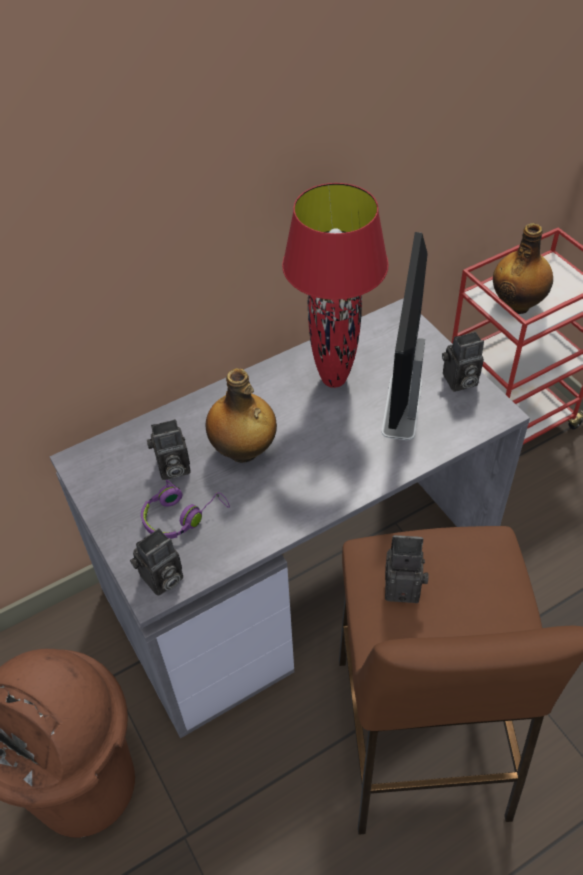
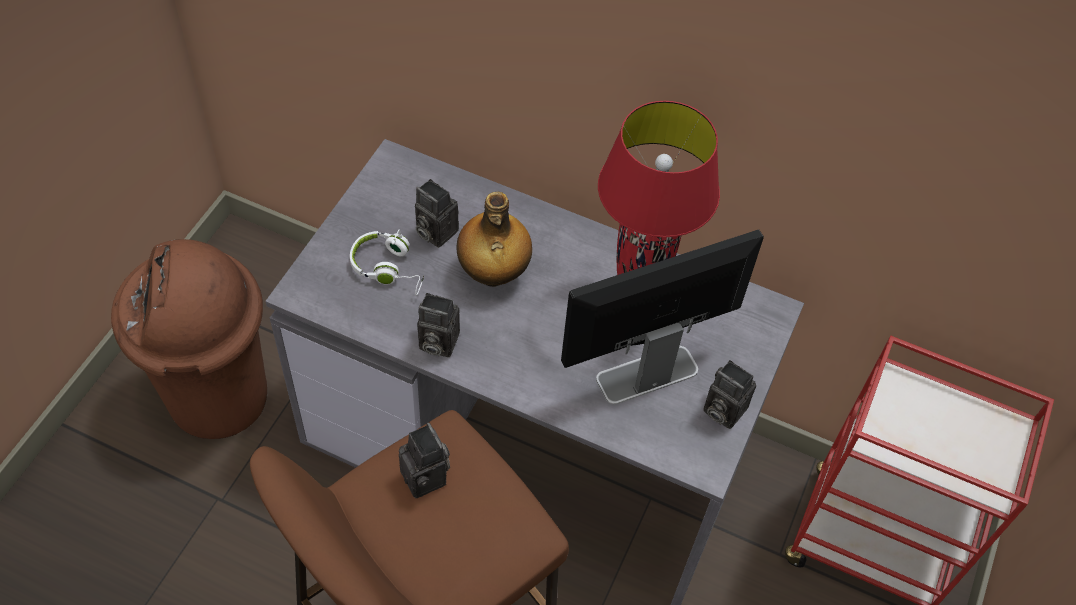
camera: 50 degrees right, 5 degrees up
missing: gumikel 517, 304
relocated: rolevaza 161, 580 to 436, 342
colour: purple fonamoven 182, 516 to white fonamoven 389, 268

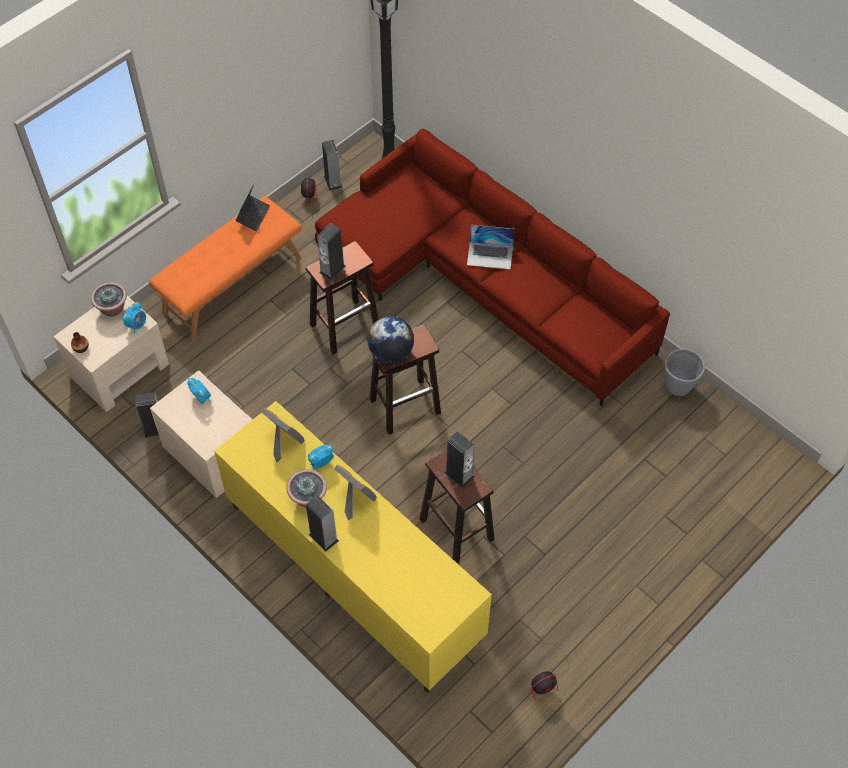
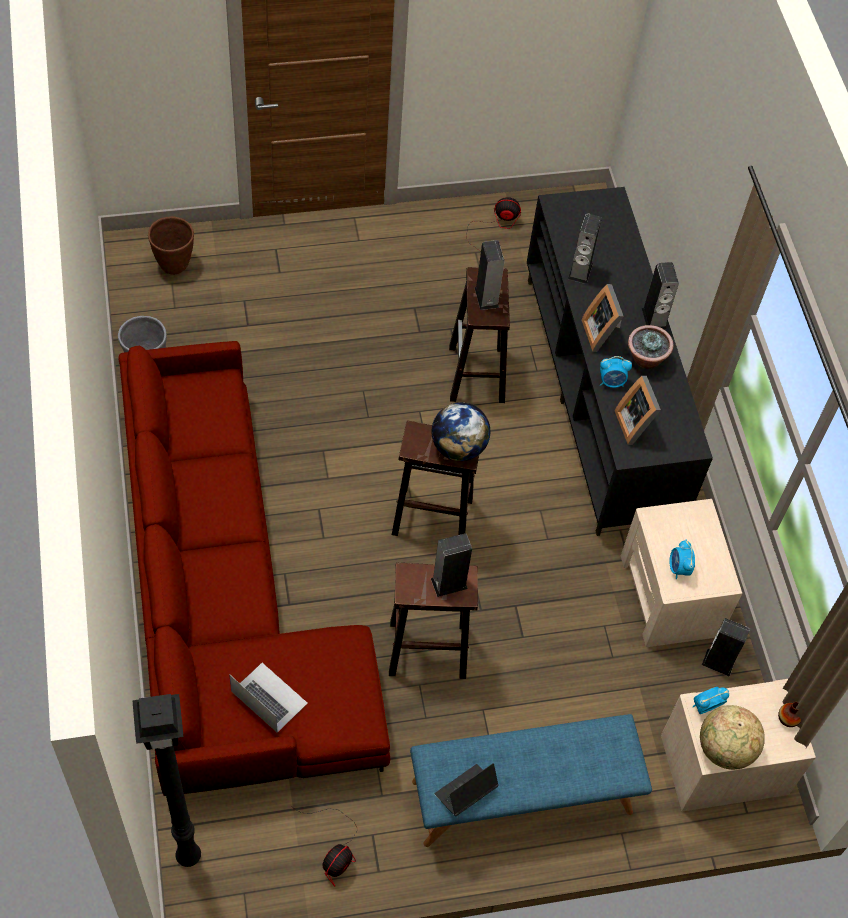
camera: 150 degrees left, 0 degrees up
appeared: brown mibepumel 174, 264
relocated: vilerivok 490, 255 to 269, 697; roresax 333, 182 to 580, 271
exchanged: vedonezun 112, 308 to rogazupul 725, 749
colour: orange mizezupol 232, 284 to blue mizezupol 522, 797; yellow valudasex 353, 571 to black valudasex 600, 397

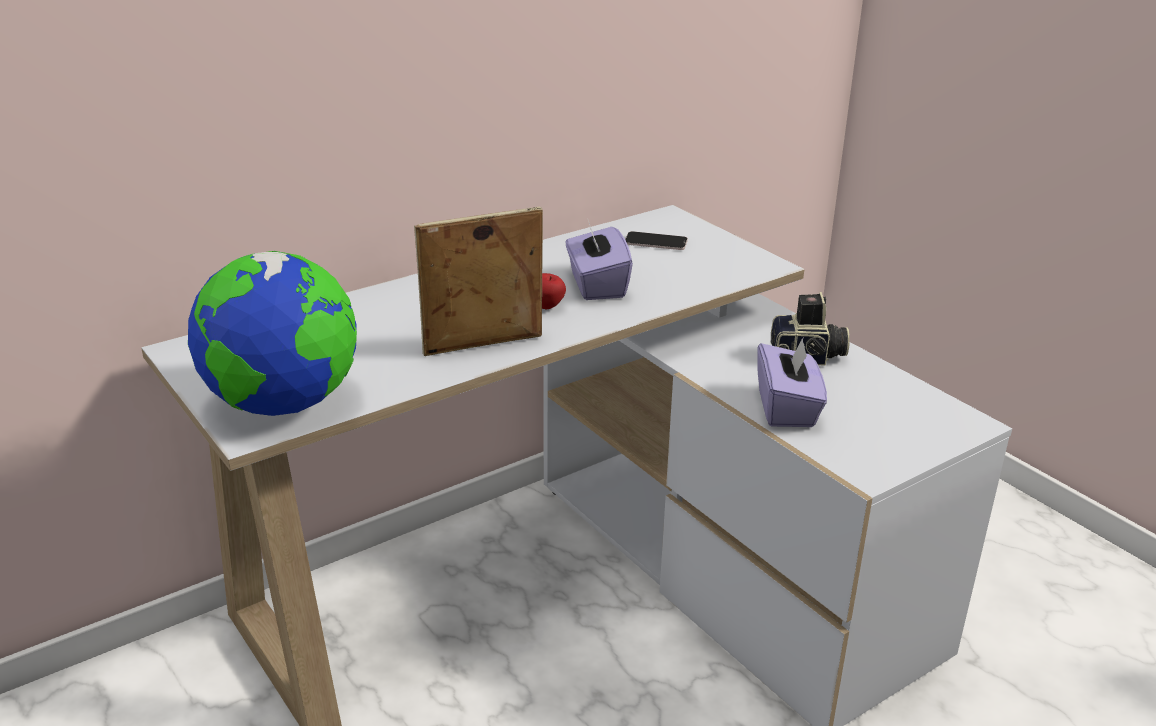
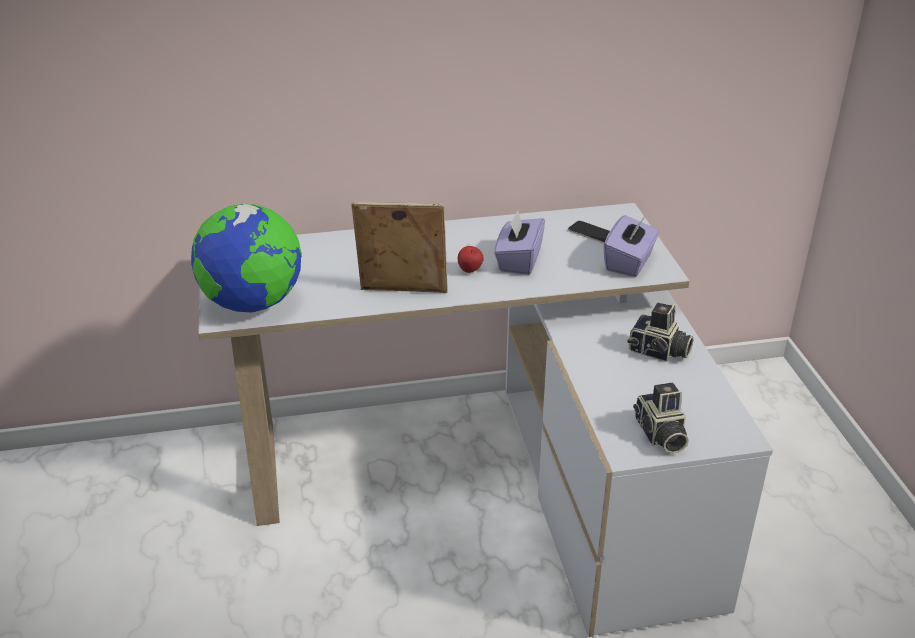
camera: 25 degrees right, 5 degrees up
appeared: rolevaza 659, 435
relocated: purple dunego 787, 408 to 629, 262

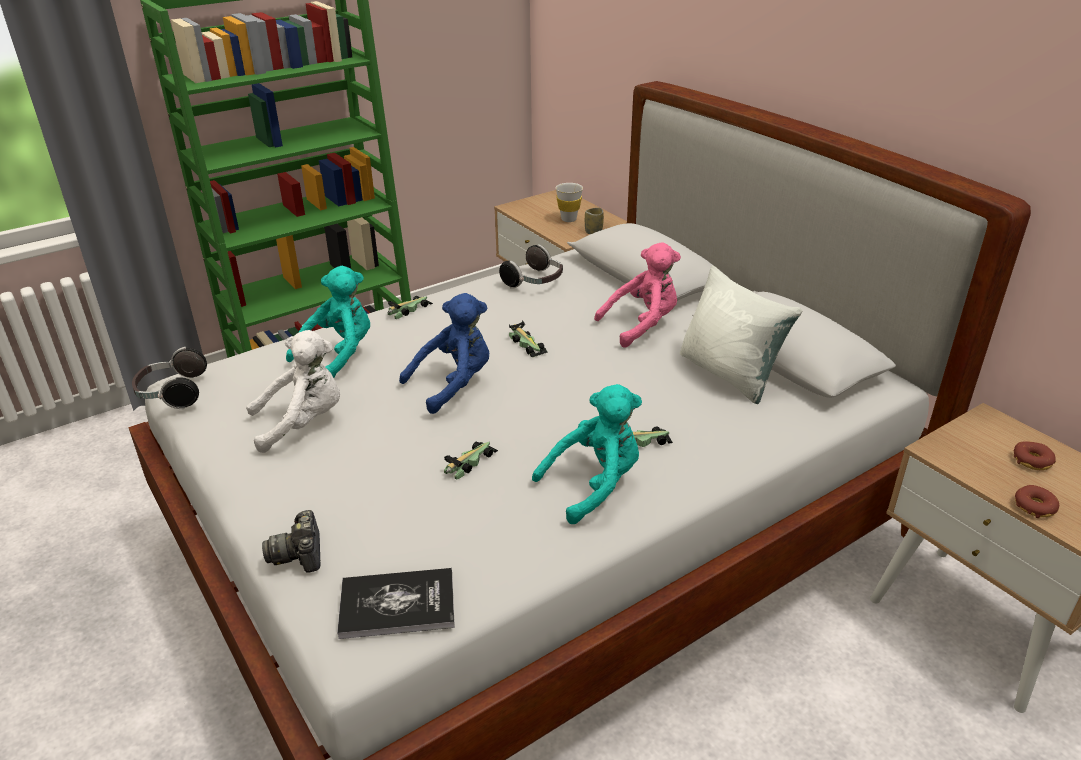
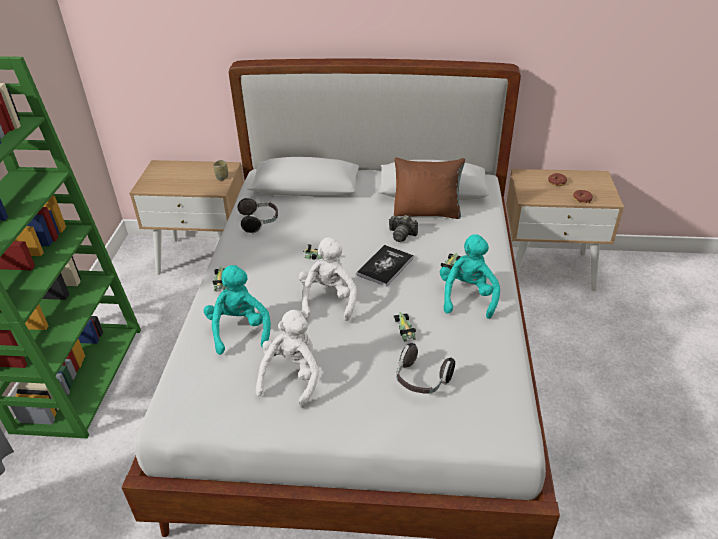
camera: 50 degrees left, 5 degrees up
missing: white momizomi 568, 219; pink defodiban 642, 325
relocated: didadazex 397, 604 to 385, 266; rolevaza 299, 554 to 402, 235; fonamoven 172, 393 to 421, 380
colour: blue defodiban 454, 384 to white defodiban 328, 300; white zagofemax 729, 374 to brown zagofemax 427, 212

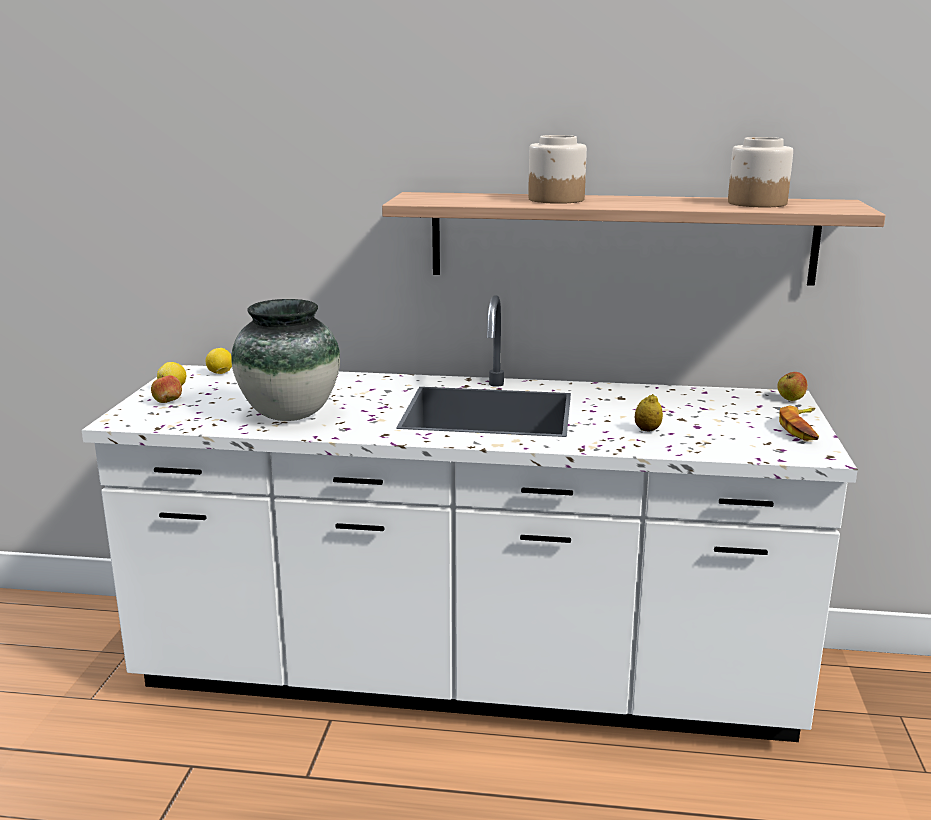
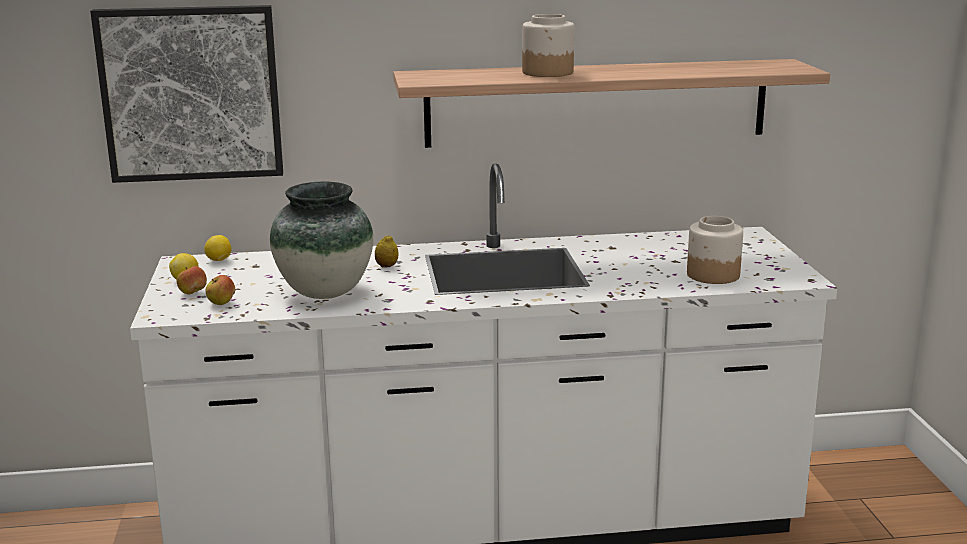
camera: 15 degrees left, 0 degrees up
missing: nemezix 802, 429
appeared: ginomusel 191, 93
relocated: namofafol 791, 399 to 221, 303; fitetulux 647, 430 to 387, 266; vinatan 756, 203 to 712, 275

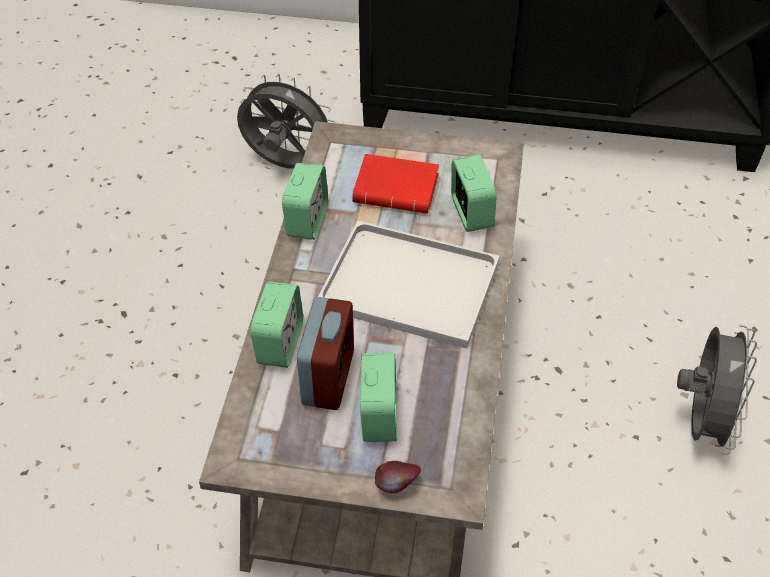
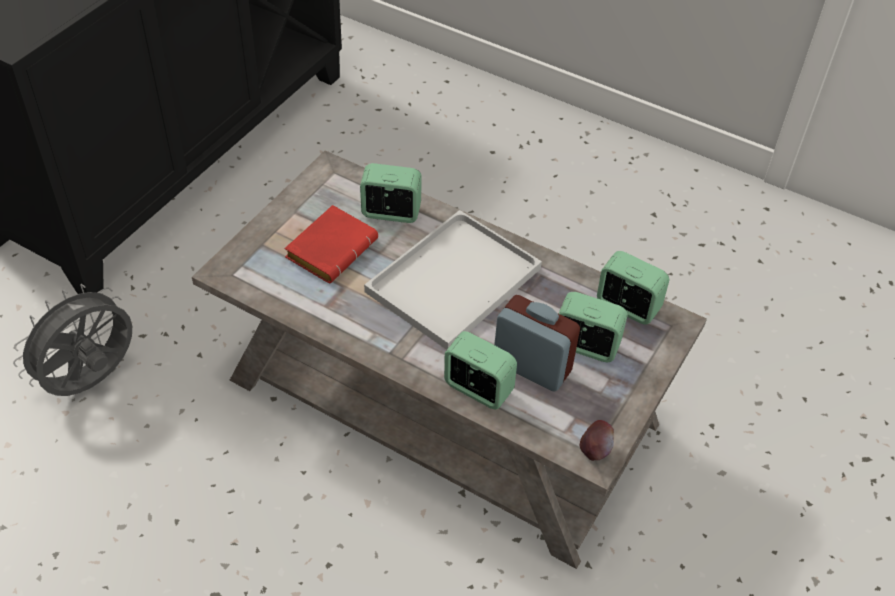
camera: 70 degrees left, 0 degrees up
missing: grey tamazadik 701, 422
relocated: namofafol 396, 485 to 594, 450; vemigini 307, 221 to 627, 306

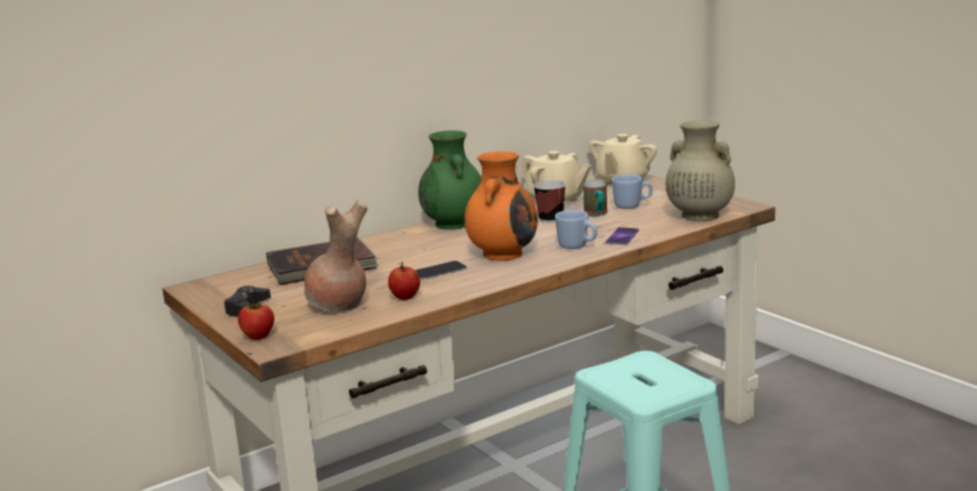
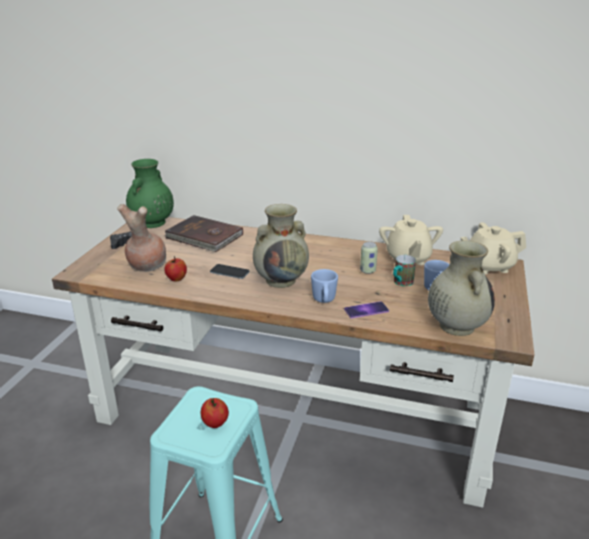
camera: 50 degrees right, 10 degrees up
relocated: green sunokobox 454, 224 to 152, 223; namofafol 258, 336 to 215, 423
exchanged: momizomi 550, 219 to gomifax 367, 271
colour: orange sunokobox 503, 254 to beige sunokobox 281, 280

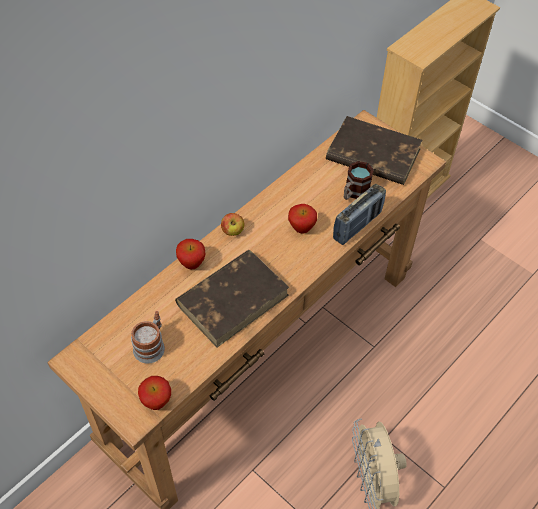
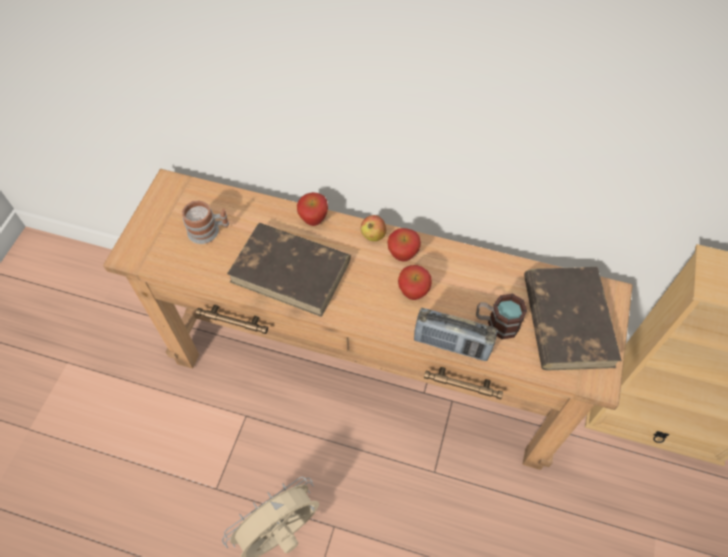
camera: 65 degrees right, 5 degrees up
relocated: namofafol 157, 402 to 402, 256

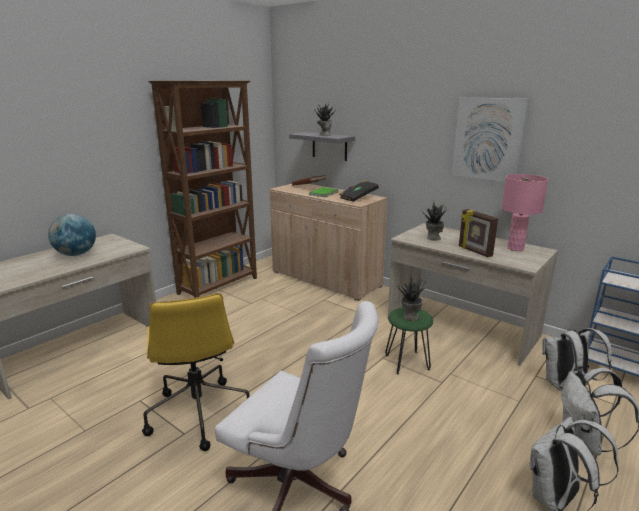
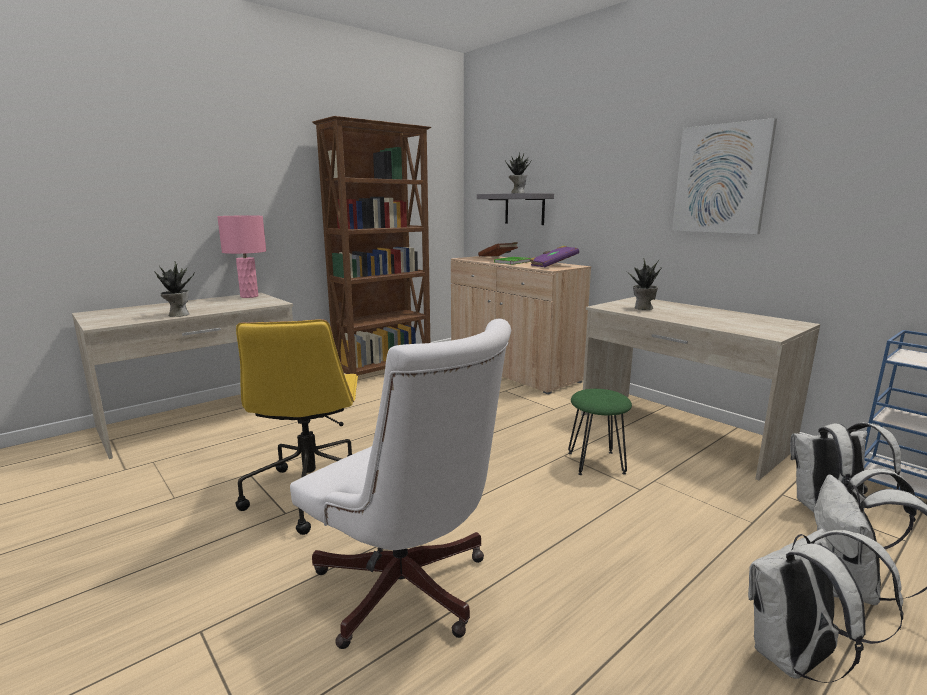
camera: 10 degrees right, 5 degrees down
missing: rogazupul 76, 254; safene 474, 251
relocated: vedonezun 410, 317 to 178, 315; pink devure 515, 248 to 249, 296
colour: black didadazex 358, 198 to purple didadazex 553, 266

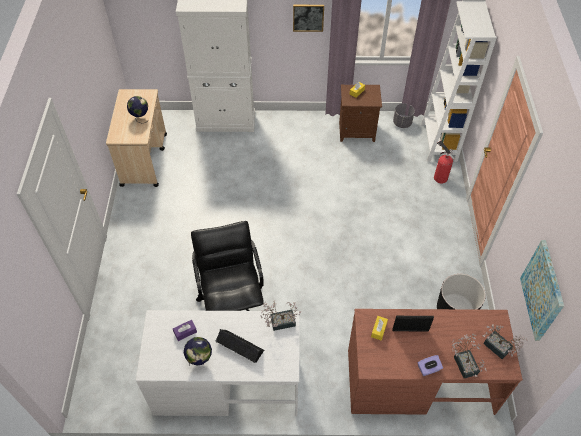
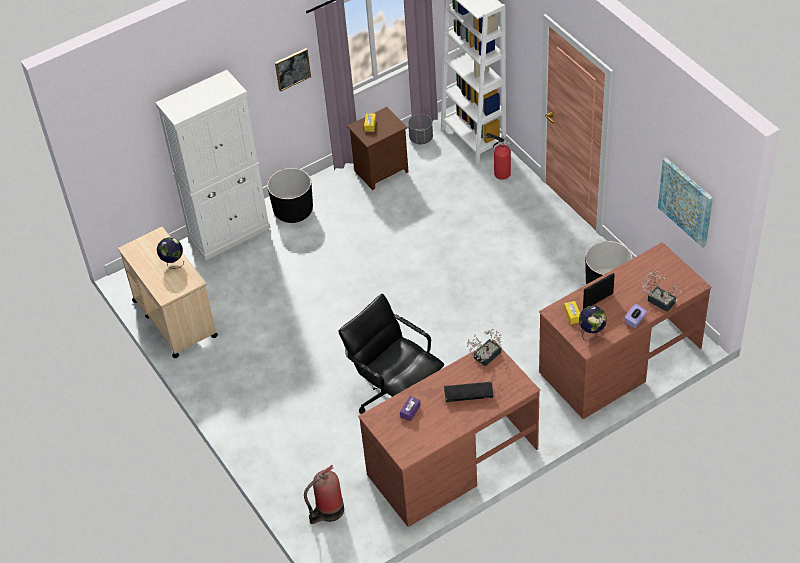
camera: 30 degrees left, 5 degrees down
missing: vedonezun 499, 349
appeared: black mibepumel 293, 211; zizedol 328, 511
relocated: rogazupul 200, 360 to 591, 333
colour: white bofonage 227, 382 to brown bofonage 452, 461

